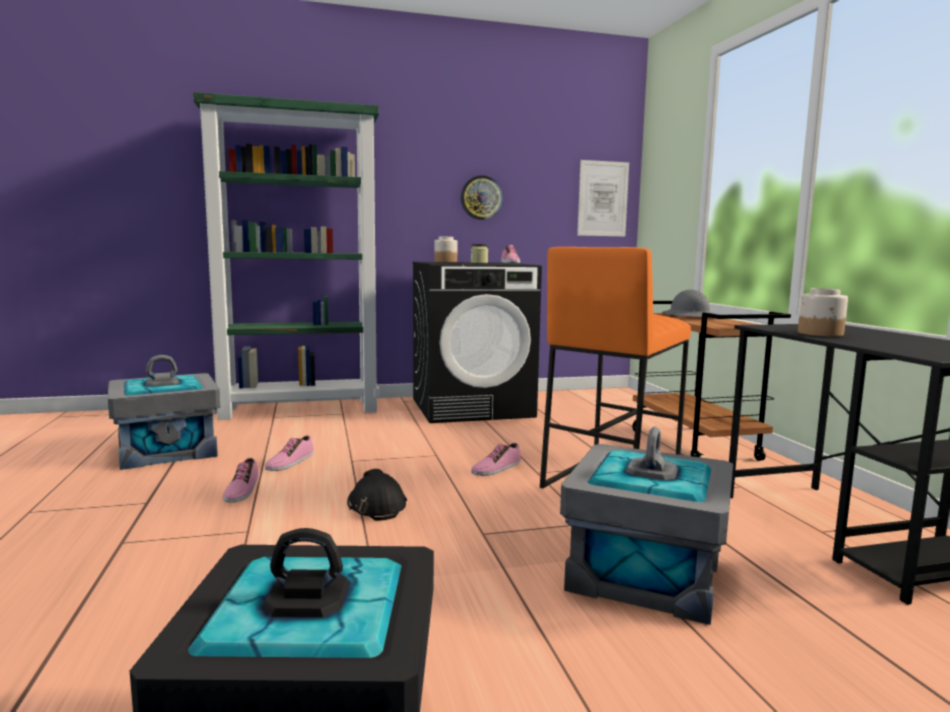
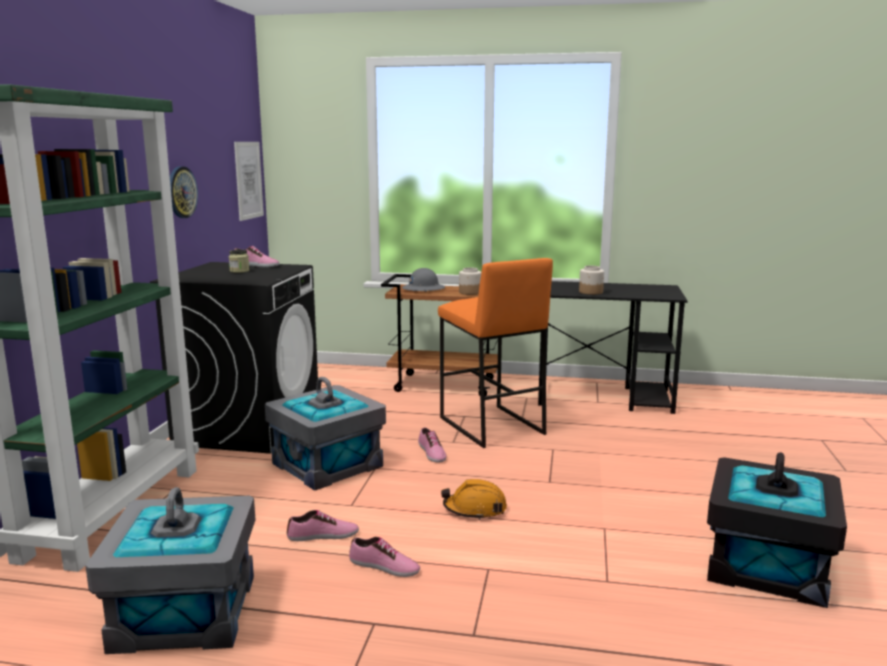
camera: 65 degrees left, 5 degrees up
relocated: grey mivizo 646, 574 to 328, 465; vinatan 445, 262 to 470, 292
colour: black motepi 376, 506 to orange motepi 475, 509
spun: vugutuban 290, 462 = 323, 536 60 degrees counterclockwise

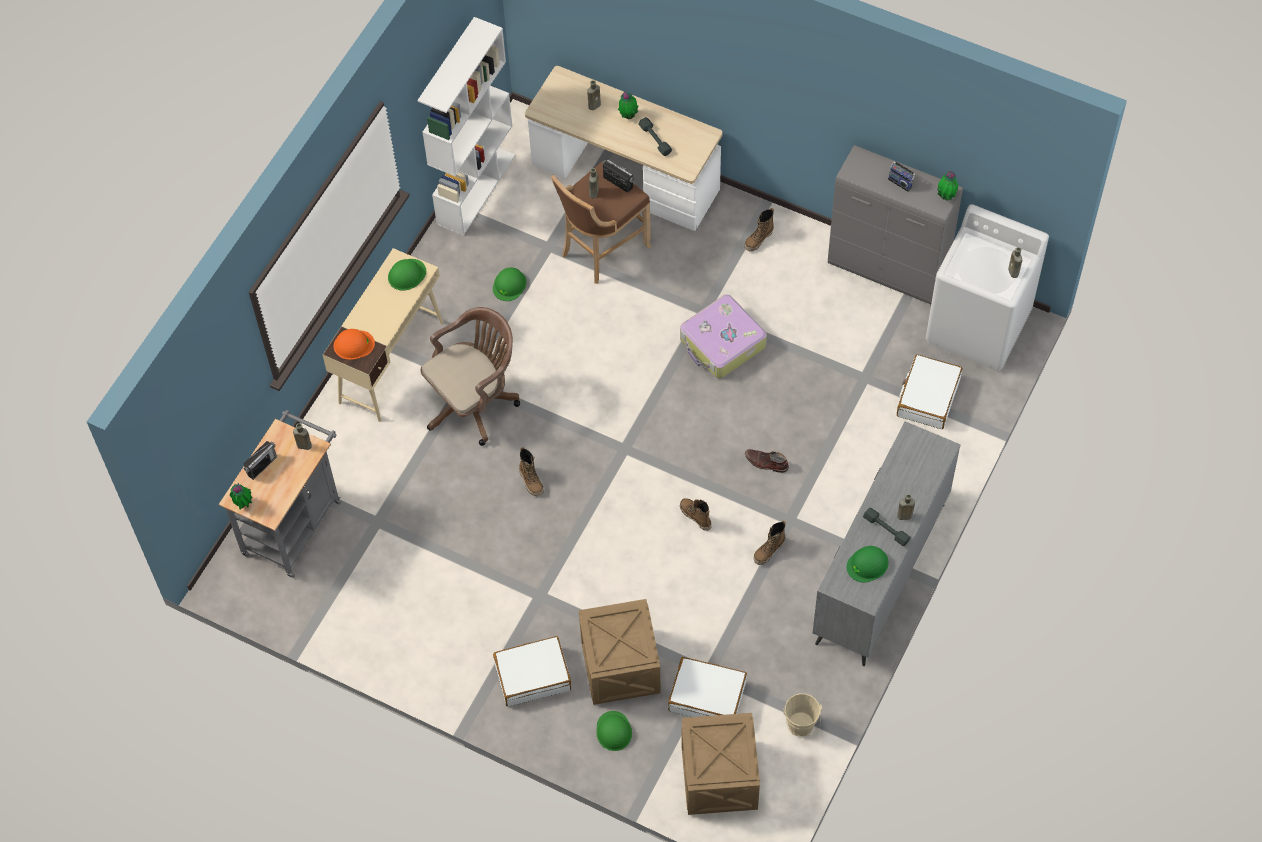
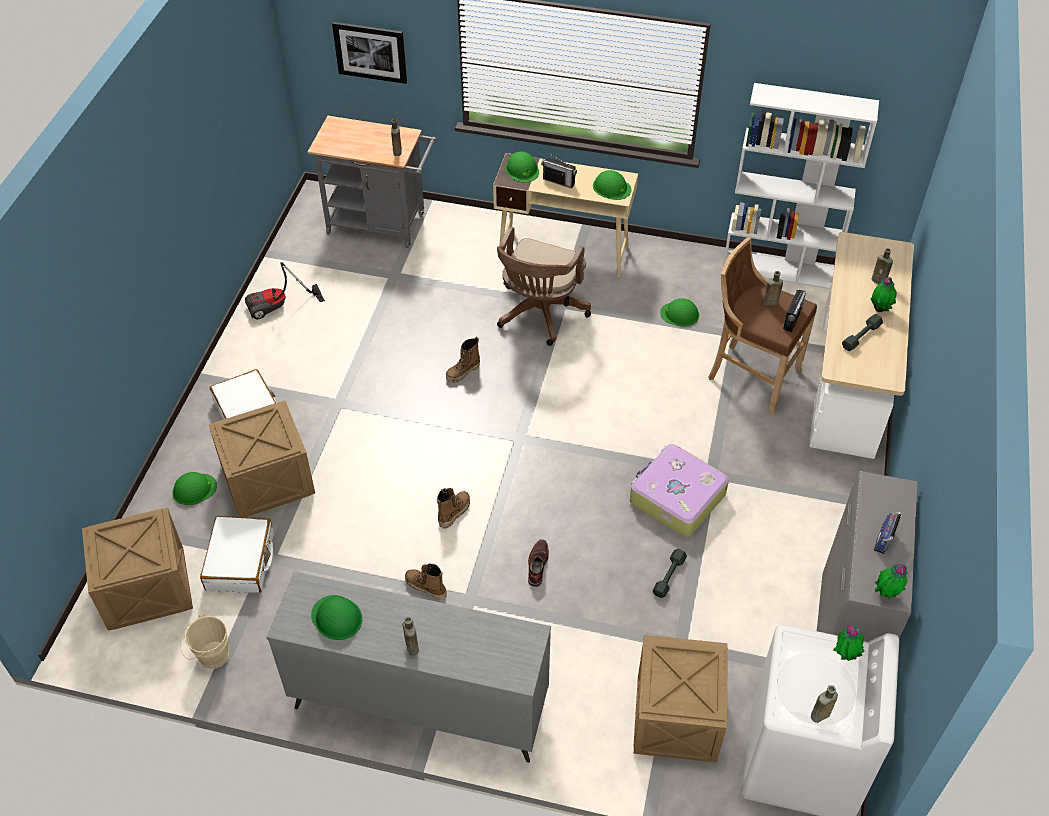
camera: 75 degrees right, 10 degrees down
missing: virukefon 759, 240
appeared: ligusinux 279, 307; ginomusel 370, 52
relocated: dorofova 262, 466 to 559, 181; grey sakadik 886, 529 to 669, 576; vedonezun 243, 504 to 845, 654
exchanged: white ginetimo 927, 397 to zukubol 676, 718
colour: orange motepi 353, 344 to green motepi 522, 169
spun: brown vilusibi 474, 402 = 539, 315 75 degrees clockwise

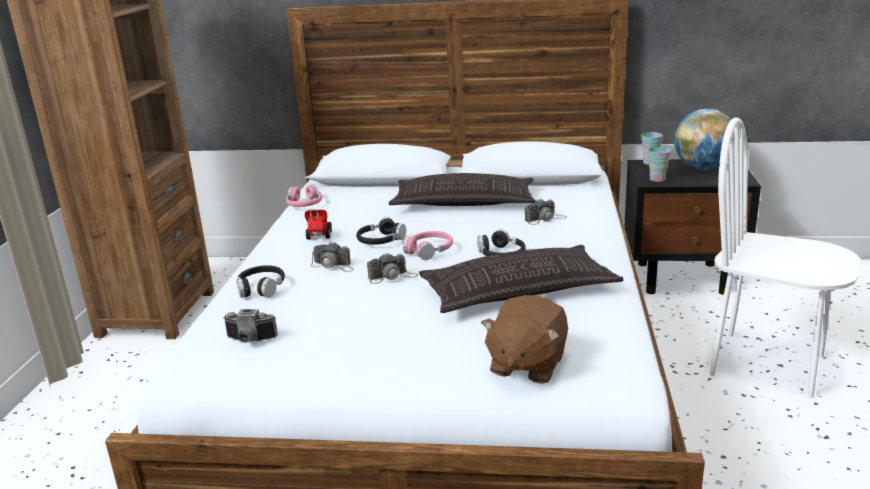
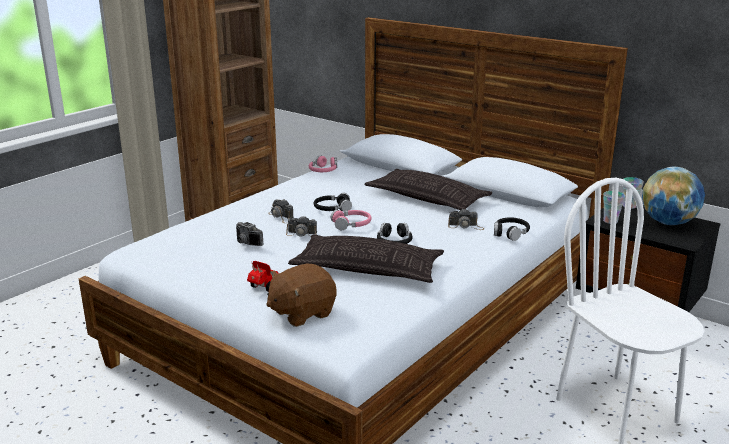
camera: 30 degrees right, 0 degrees up
relocated: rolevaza 249, 340 to 246, 243; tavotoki 318, 237 to 264, 288; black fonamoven 261, 288 to 510, 233

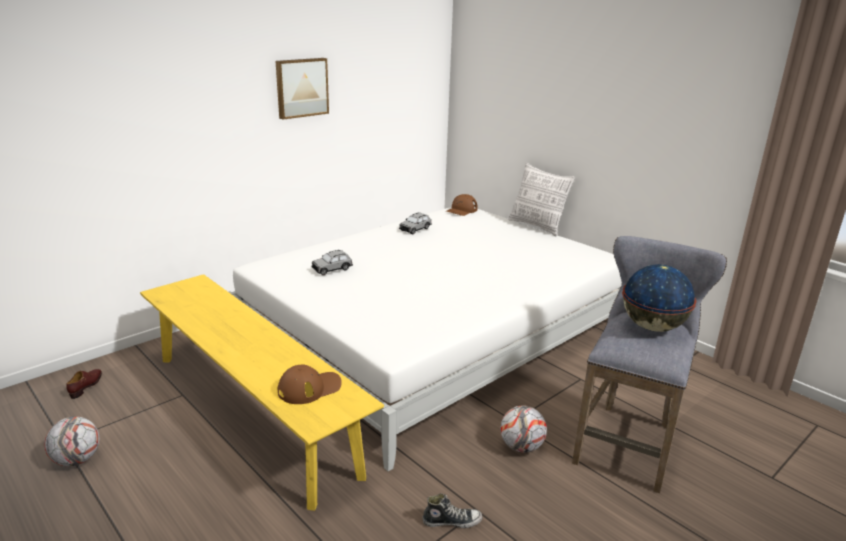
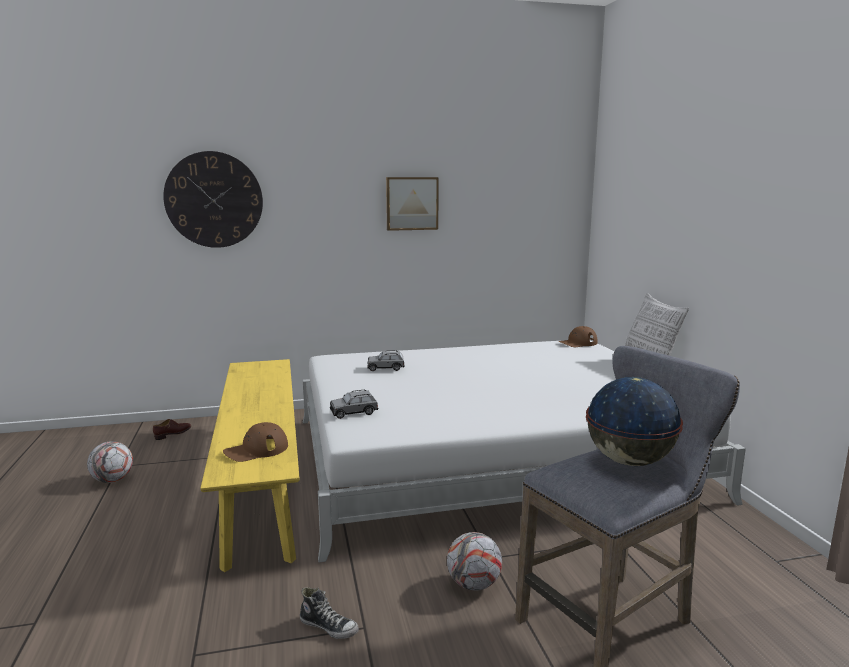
camera: 30 degrees right, 10 degrees down
appeared: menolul 214, 200
relocated: grey tavotoki 415, 229 to 354, 412
spun: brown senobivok 309, 388 = 256, 450 150 degrees clockwise

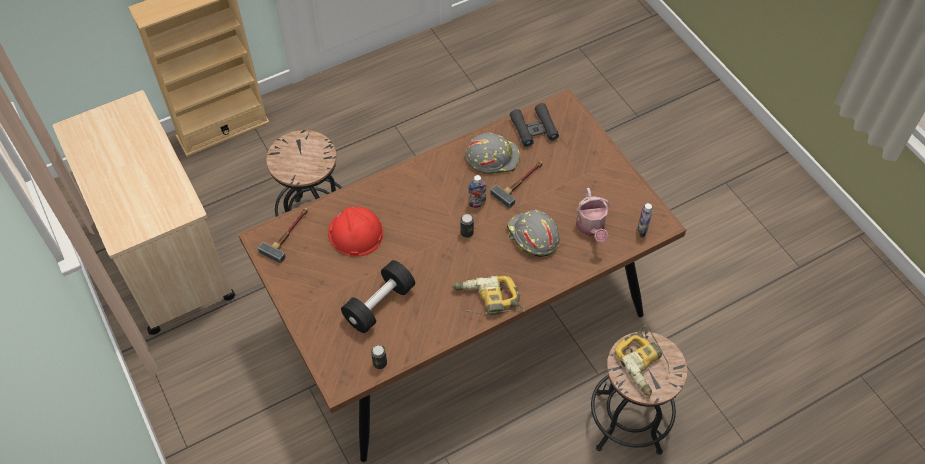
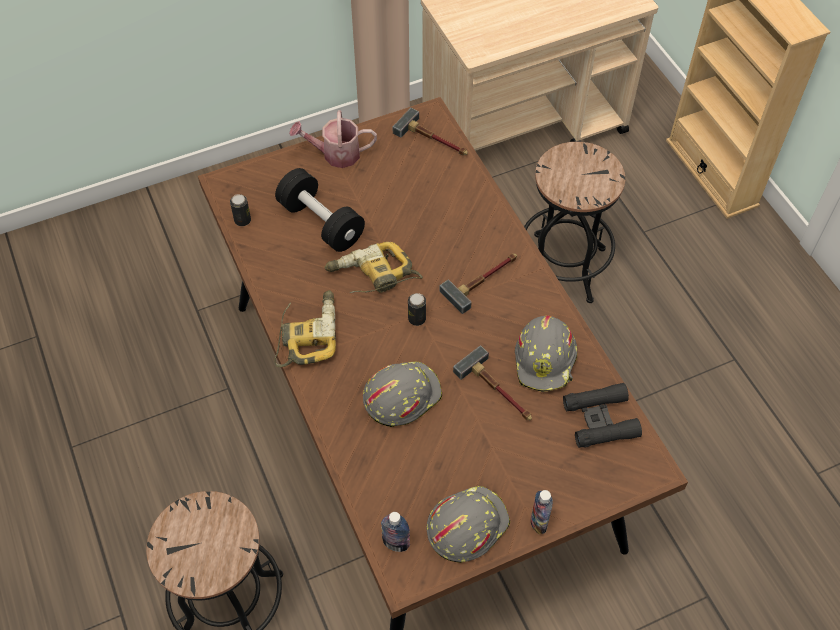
camera: 95 degrees right, 0 degrees up
missing: red motepi 355, 233
appeared: grey motepi 466, 525; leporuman 483, 280
relocated: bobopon 591, 228 to 335, 154; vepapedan 644, 364 to 372, 276; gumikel 476, 203 to 538, 522

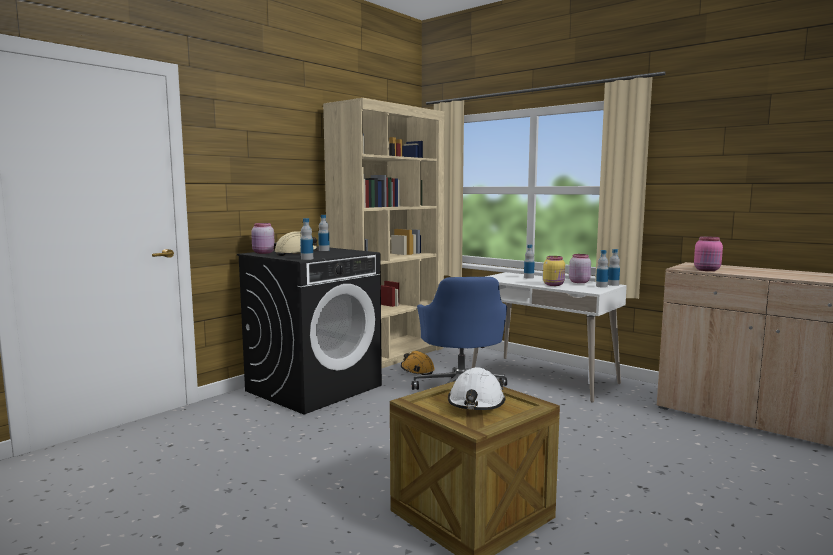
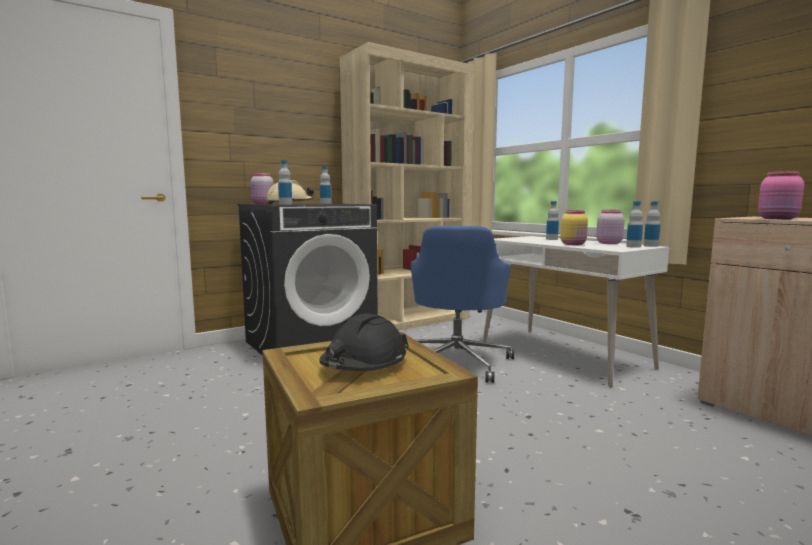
camera: 15 degrees right, 0 degrees up
missing: orange motepi 417, 370
colour: white motepi 476, 404 to black motepi 364, 363

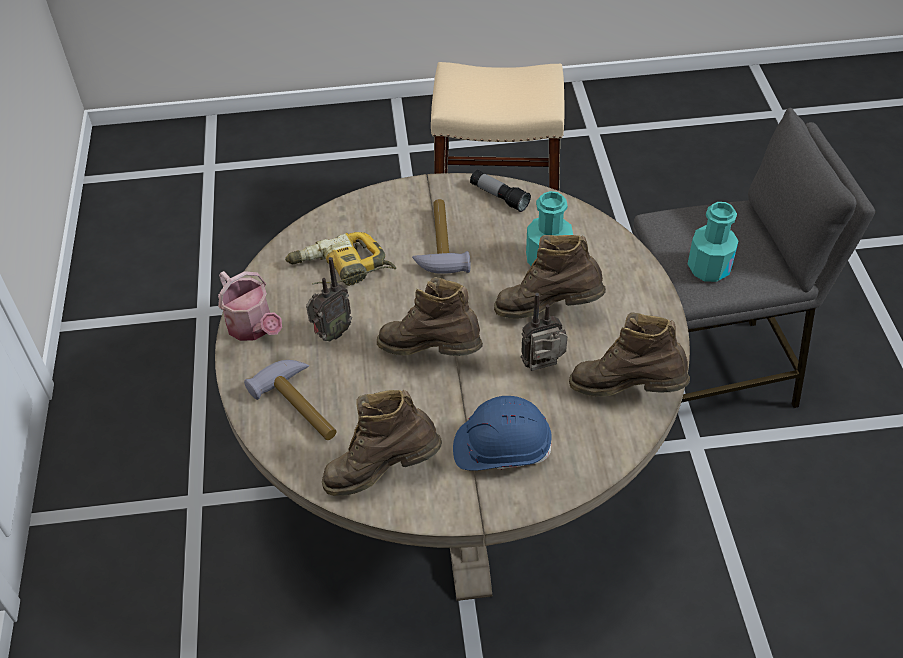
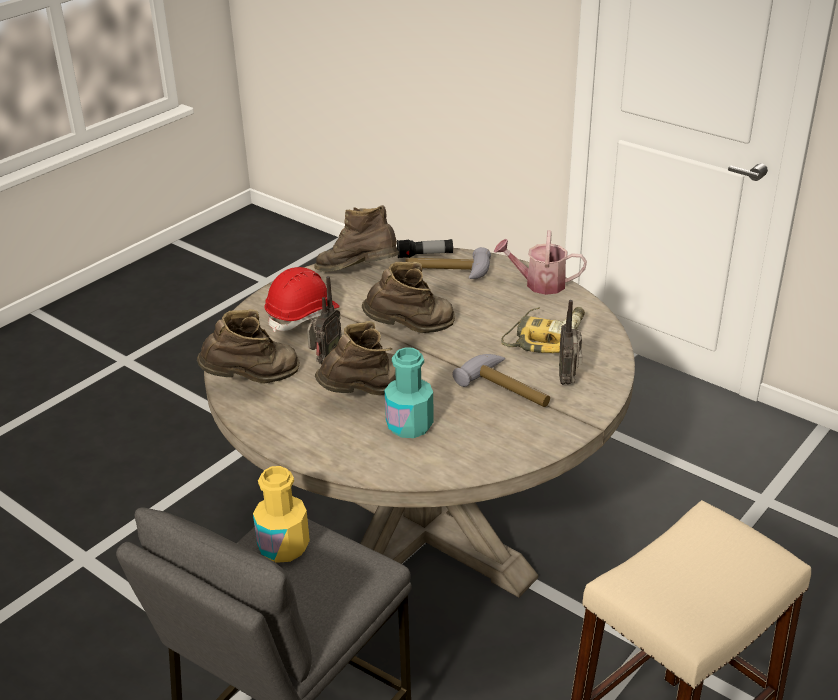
camera: 135 degrees right, 15 degrees down
relocated: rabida 499, 197 to 425, 255; dorofova 331, 334 to 568, 379
colour: turquoise gumikel 709, 268 to yellow gumikel 283, 546; blue motepi 501, 448 to red motepi 303, 315
spun: brown virukefon 382, 472 = 358, 274 105 degrees counterclockwise

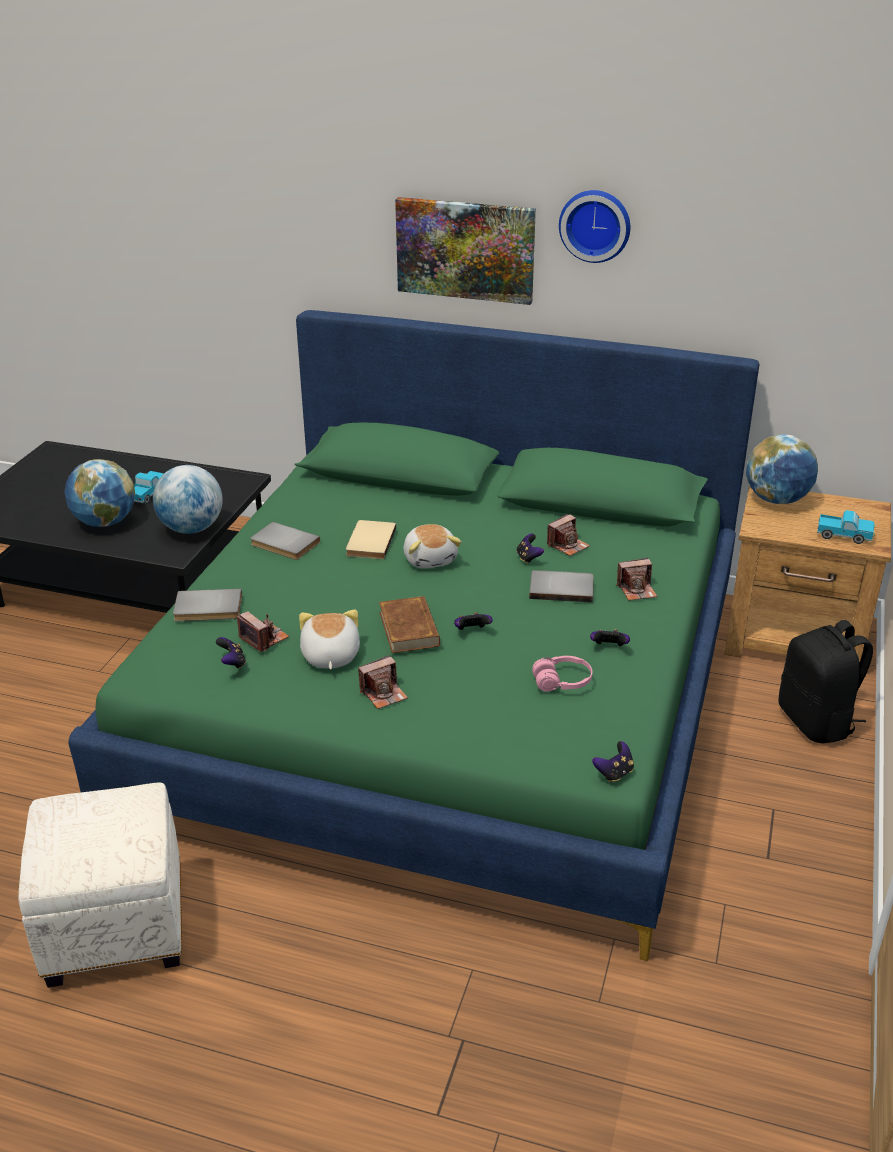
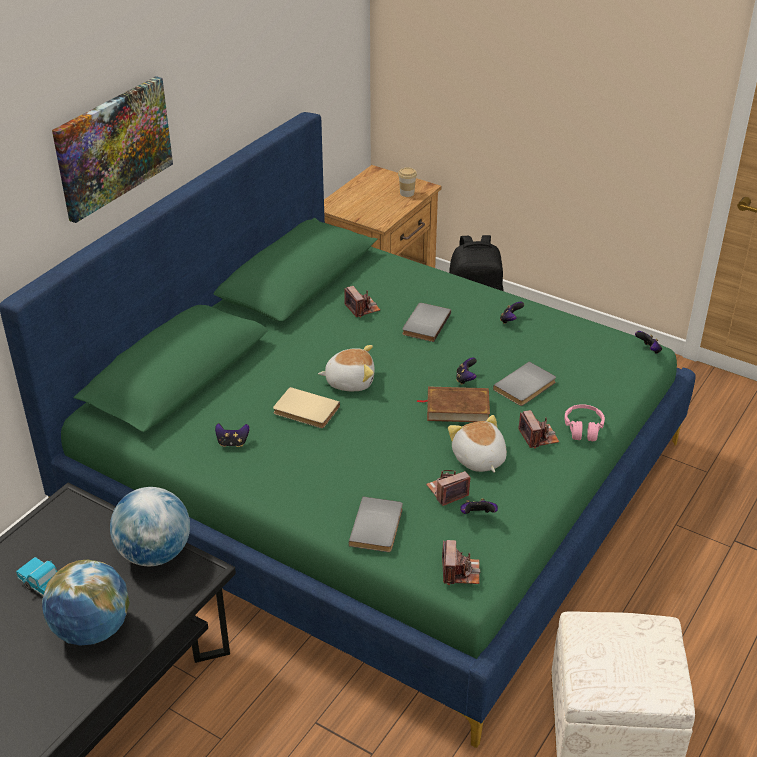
camera: 75 degrees left, 5 degrees up
missing: menolul 595, 225; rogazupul 777, 500
relocated: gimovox 528, 558 to 232, 443; rolevaza 637, 590 to 460, 572; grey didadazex 283, 544 to 526, 387; pink fonamoven 562, 682 to 583, 428
exchanged: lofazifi 844, 536 to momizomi 407, 193
spun: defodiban 329, 656 = 478, 459 60 degrees clockwise

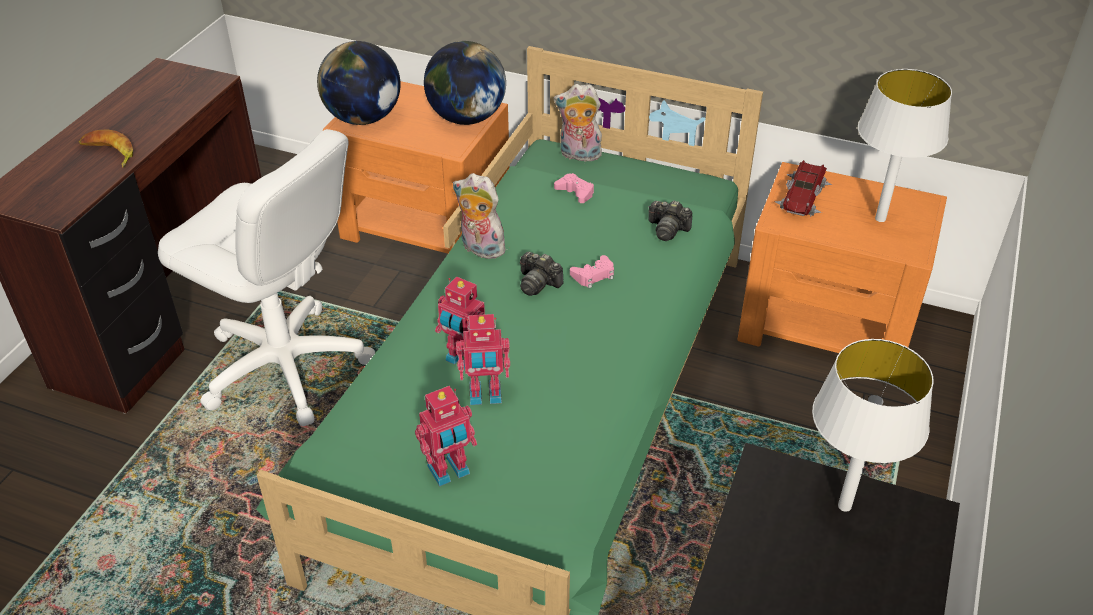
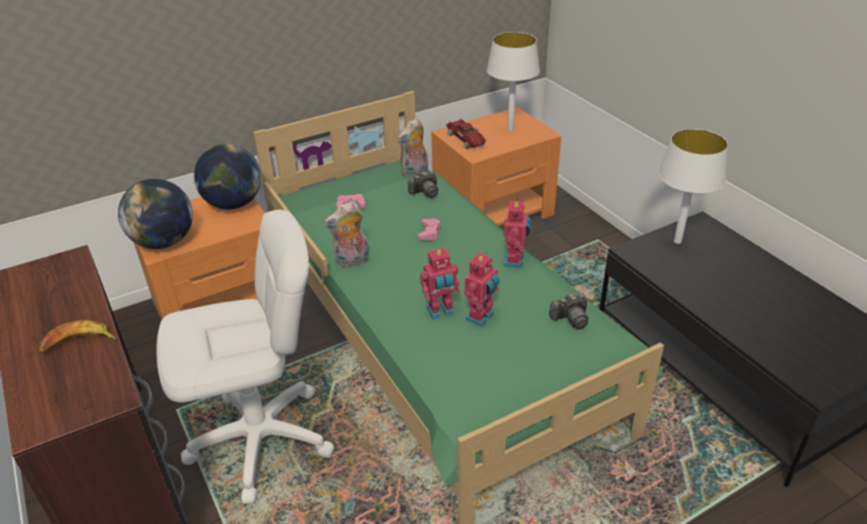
camera: 50 degrees left, 5 degrees down
relocated: defodiban 578, 155 to 415, 172; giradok 449, 472 to 515, 261; rolevaza 538, 283 to 570, 319

